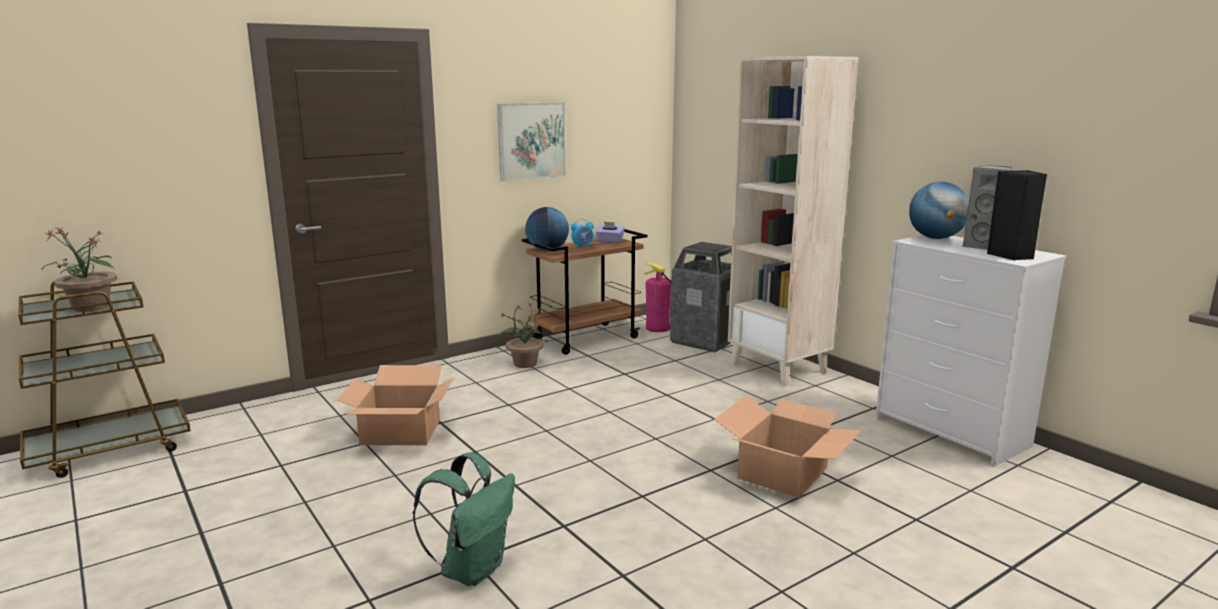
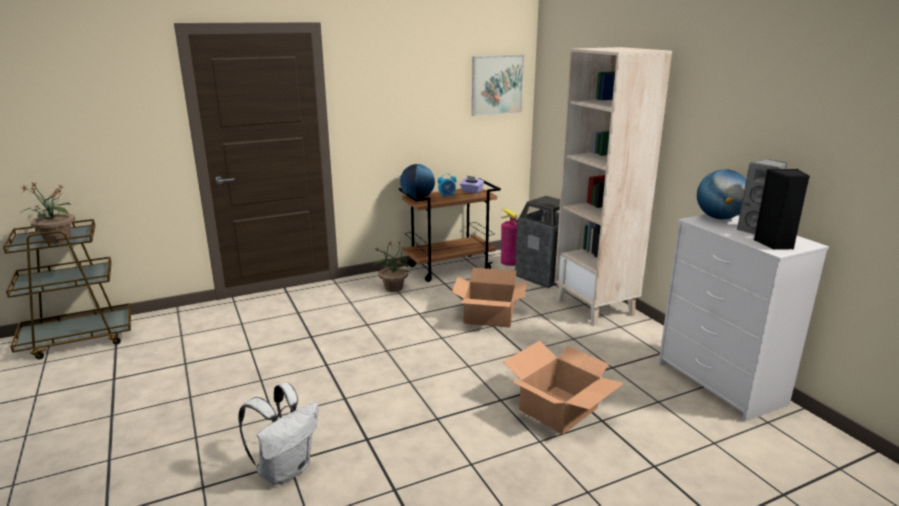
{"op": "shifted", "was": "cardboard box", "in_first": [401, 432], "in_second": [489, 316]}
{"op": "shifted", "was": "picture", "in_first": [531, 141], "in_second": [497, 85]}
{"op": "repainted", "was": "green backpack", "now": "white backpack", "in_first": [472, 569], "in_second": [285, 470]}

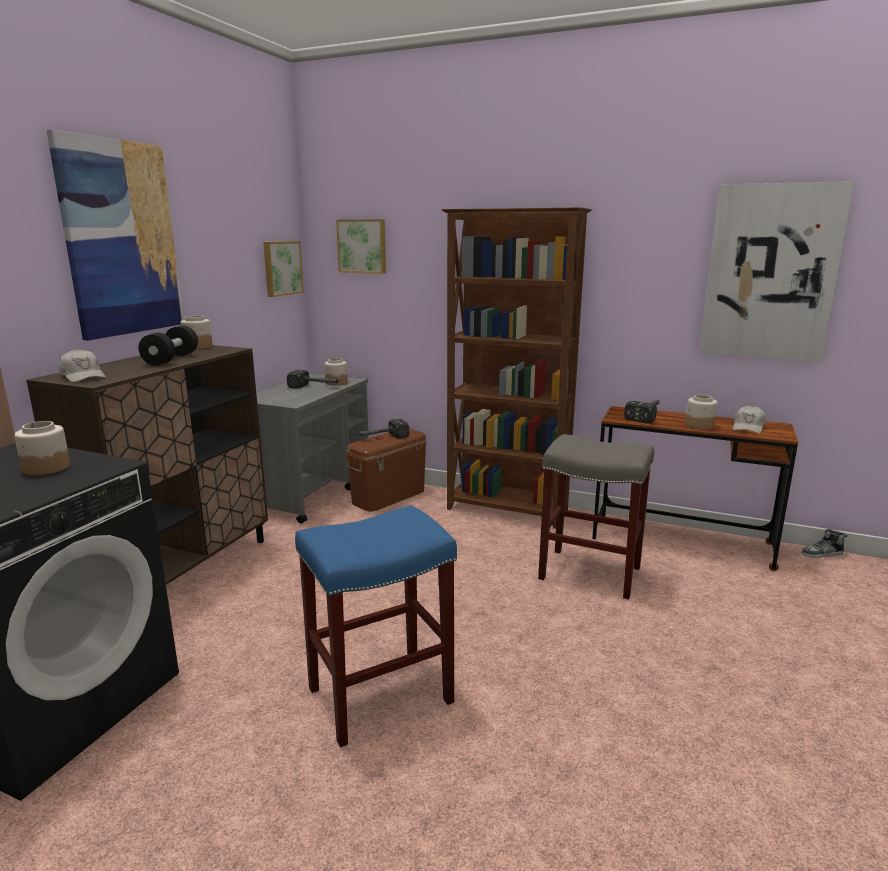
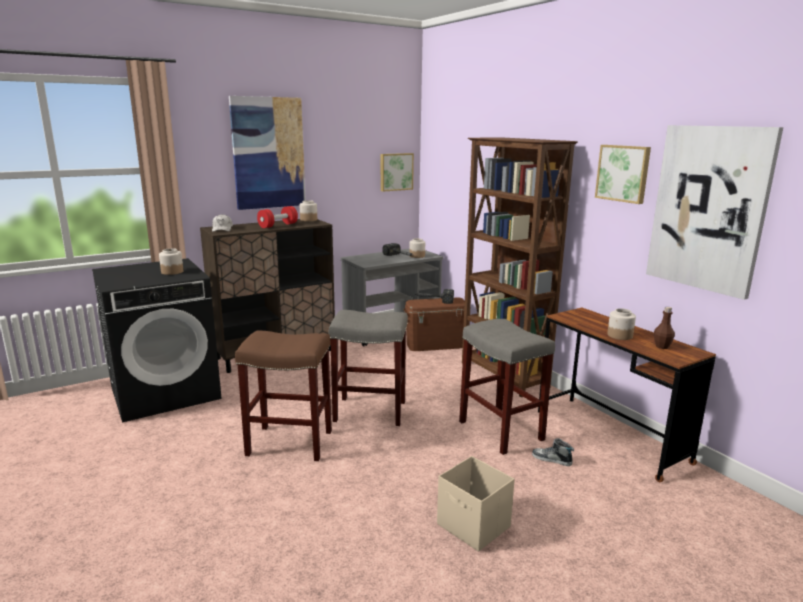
{"op": "gone", "was": "hammer", "in_first": [647, 415]}
{"op": "new", "now": "grey stool", "in_second": [369, 411]}
{"op": "new", "now": "beige storage box", "in_second": [474, 526]}
{"op": "shifted", "was": "picture", "in_first": [362, 246], "in_second": [623, 173]}
{"op": "shifted", "was": "shoe", "in_first": [822, 554], "in_second": [551, 459]}
{"op": "swapped", "was": "white cap", "now": "brown bottle", "in_first": [748, 427], "in_second": [662, 346]}
{"op": "repainted", "was": "black dumbbell", "now": "red dumbbell", "in_first": [171, 359], "in_second": [278, 225]}
{"op": "repainted", "was": "blue stool", "now": "brown stool", "in_first": [381, 694], "in_second": [291, 443]}

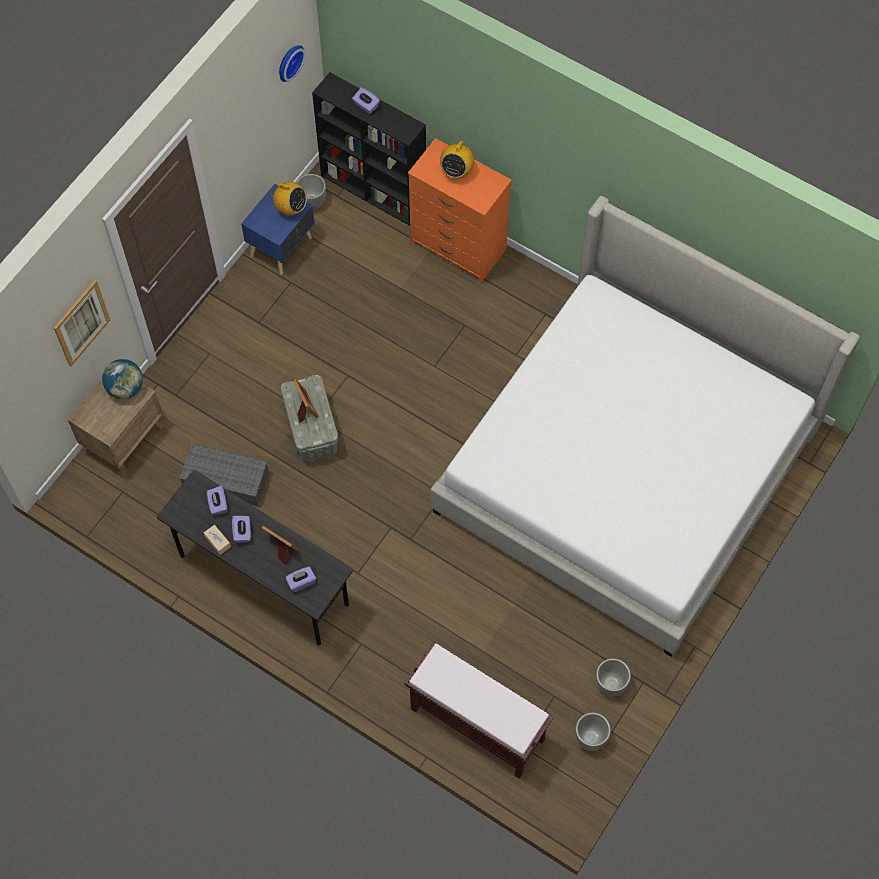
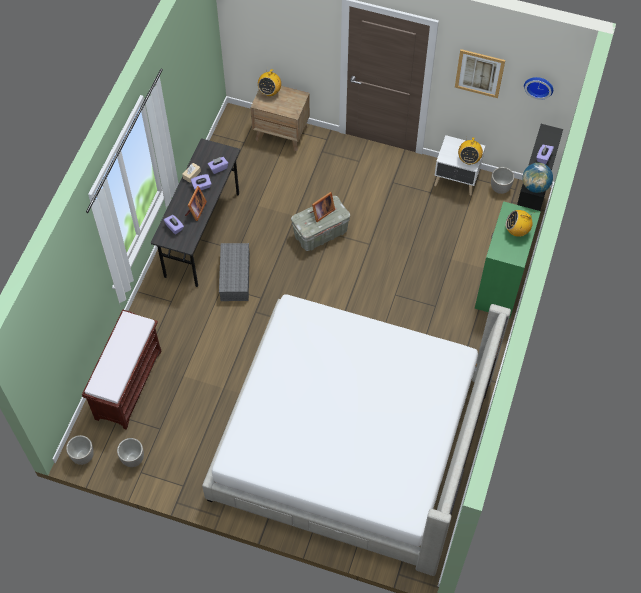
{"op": "new", "now": "radio", "in_second": [270, 92]}
{"op": "shifted", "was": "picture", "in_first": [81, 323], "in_second": [479, 73]}
{"op": "shifted", "was": "globe", "in_first": [125, 388], "in_second": [535, 186]}
{"op": "shifted", "was": "grey storage box", "in_first": [227, 480], "in_second": [235, 277]}
{"op": "shifted", "was": "planter", "in_first": [610, 684], "in_second": [83, 456]}
{"op": "repainted", "was": "blue nightstand", "now": "white nightstand", "in_first": [282, 247], "in_second": [456, 180]}
{"op": "repainted", "was": "orange dresser", "now": "green dresser", "in_first": [458, 247], "in_second": [499, 286]}

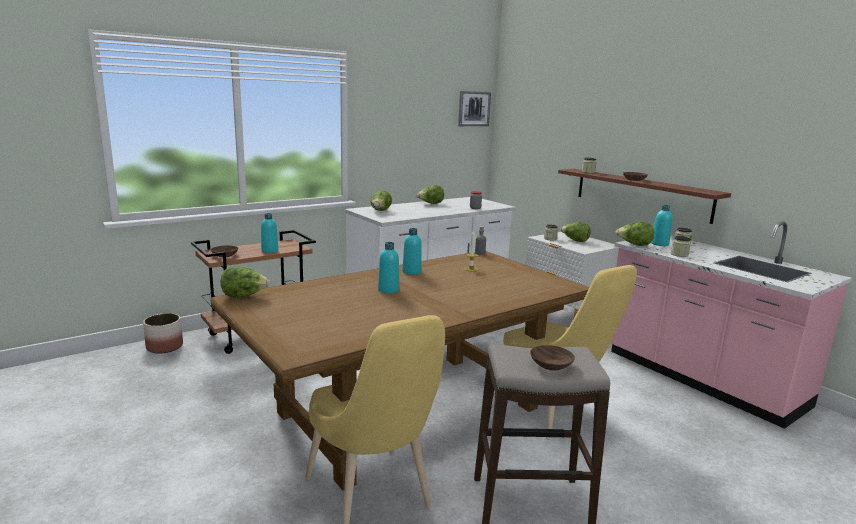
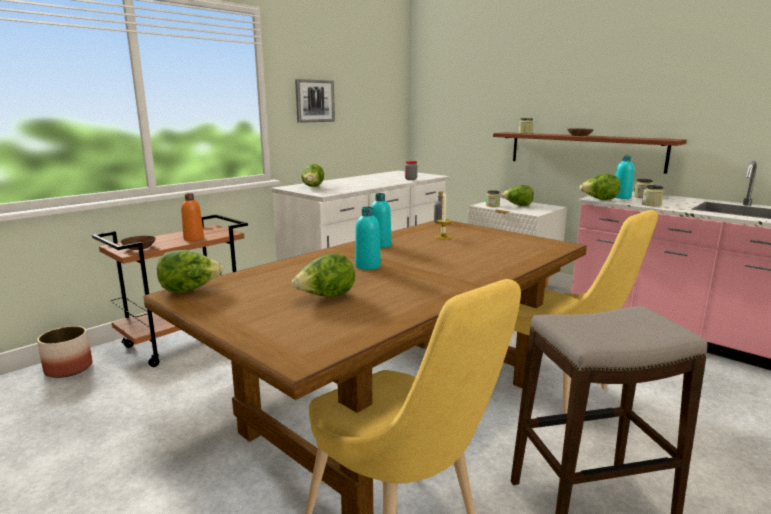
{"op": "gone", "was": "brown bowl", "in_first": [552, 365]}
{"op": "shifted", "was": "lettuce", "in_first": [430, 204], "in_second": [326, 297]}
{"op": "shifted", "was": "picture", "in_first": [473, 109], "in_second": [314, 101]}
{"op": "repainted", "was": "turquoise bottle", "now": "orange bottle", "in_first": [270, 251], "in_second": [194, 239]}

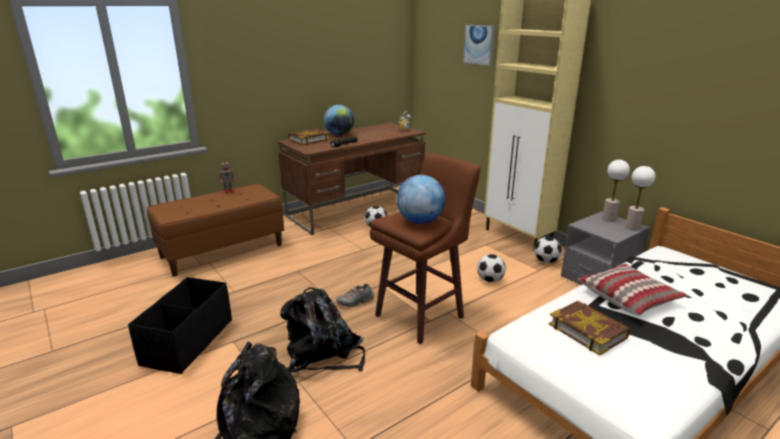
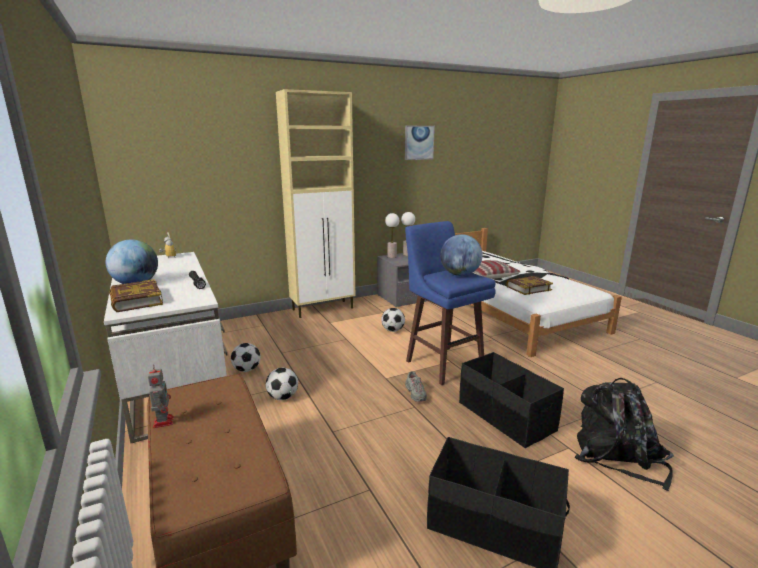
{"op": "shifted", "was": "picture", "in_first": [479, 44], "in_second": [419, 142]}
{"op": "shifted", "was": "football", "in_first": [546, 261], "in_second": [283, 397]}
{"op": "swapped", "was": "black backpack", "now": "black storage box", "in_first": [323, 355], "in_second": [505, 416]}
{"op": "repainted", "was": "brown desk", "now": "white desk", "in_first": [356, 209], "in_second": [175, 379]}
{"op": "repainted", "was": "brown stool", "now": "blue stool", "in_first": [422, 316], "in_second": [443, 364]}

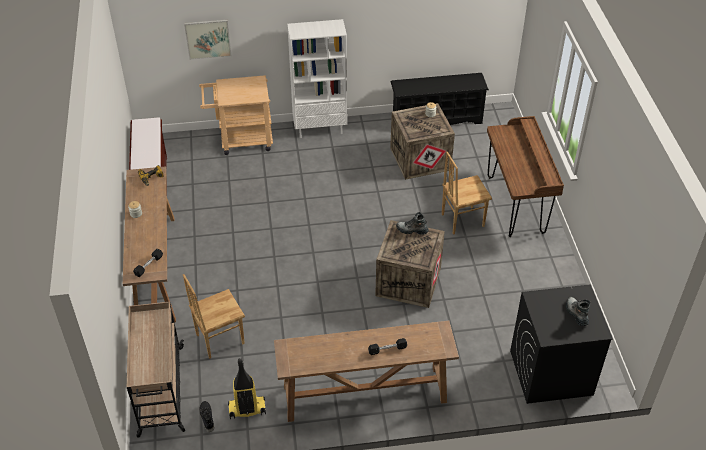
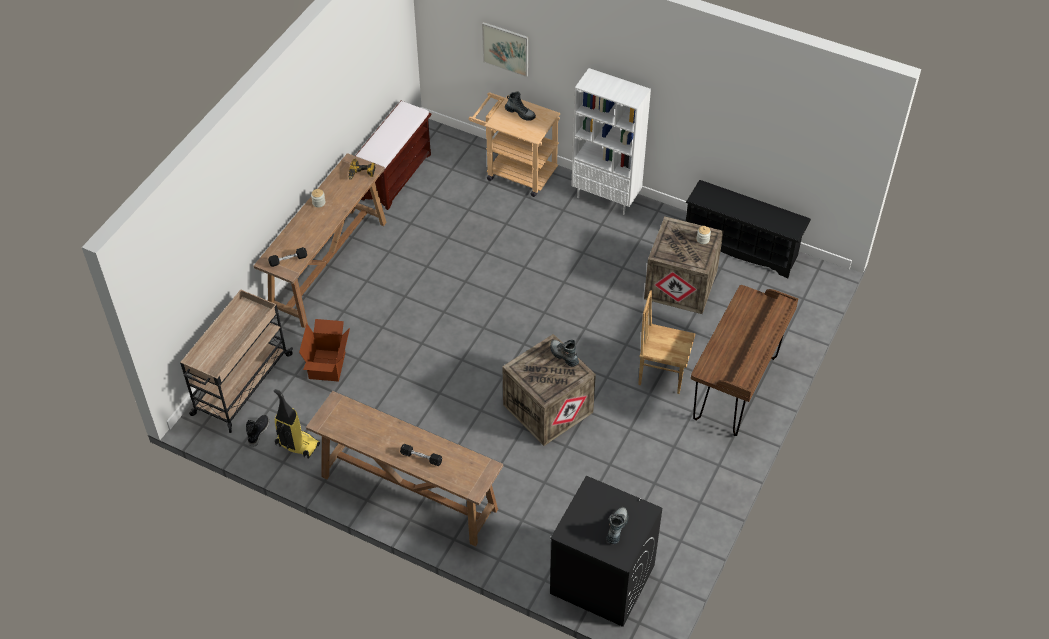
{"op": "new", "now": "boot", "in_second": [520, 113]}
{"op": "swapped", "was": "brown chair", "now": "cardboard box", "in_first": [219, 339], "in_second": [328, 365]}

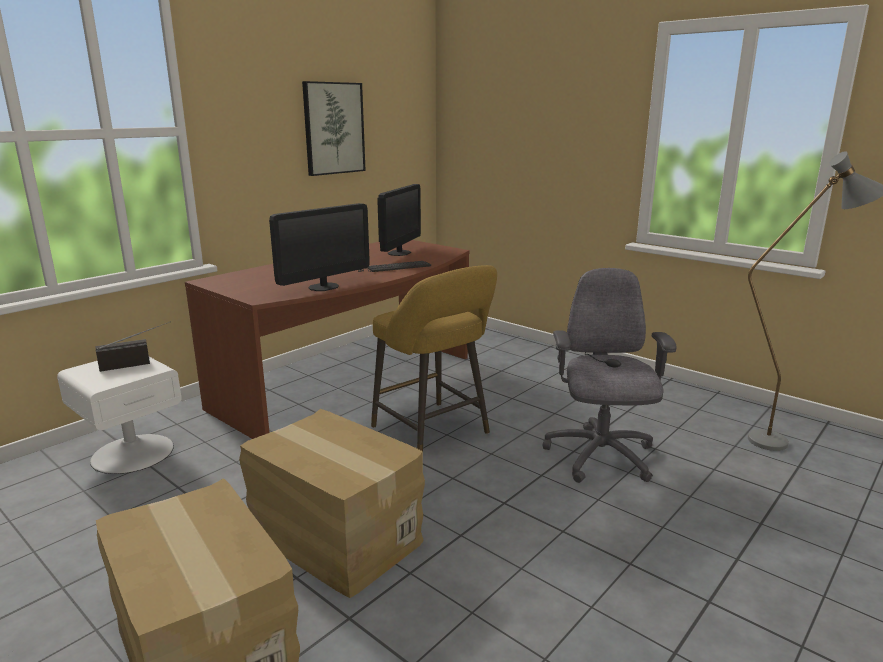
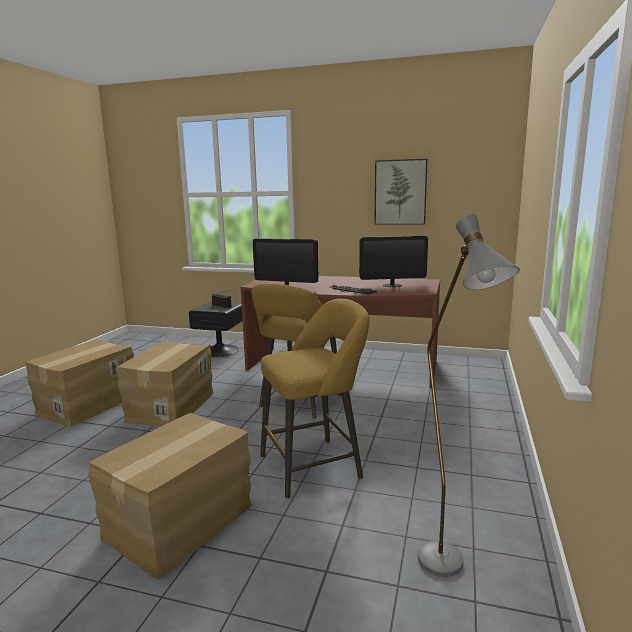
{"op": "new", "now": "cardboard box", "in_second": [181, 523]}
{"op": "swapped", "was": "grey office chair", "now": "yellow stool", "in_first": [600, 457], "in_second": [315, 465]}
{"op": "repainted", "was": "white nightstand", "now": "black nightstand", "in_first": [132, 452], "in_second": [220, 350]}

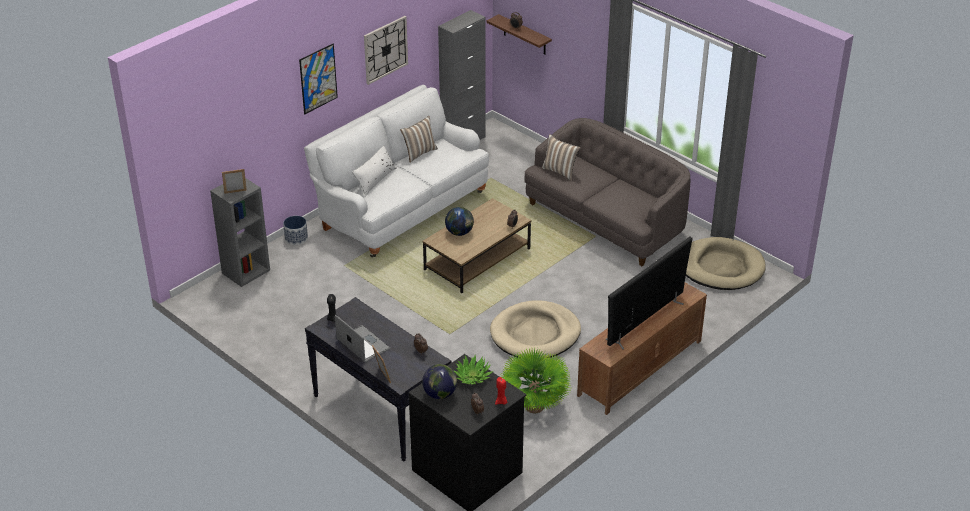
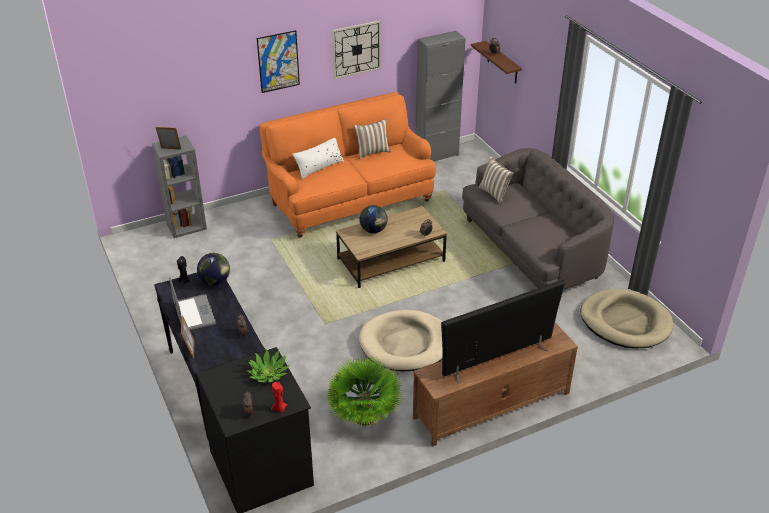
{"op": "gone", "was": "planter", "in_first": [296, 238]}
{"op": "shifted", "was": "globe", "in_first": [439, 394], "in_second": [215, 281]}
{"op": "repainted", "was": "white sofa", "now": "orange sofa", "in_first": [400, 208], "in_second": [349, 200]}

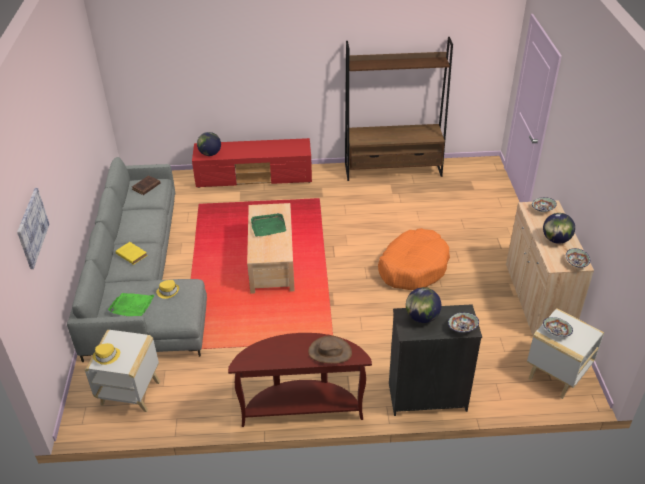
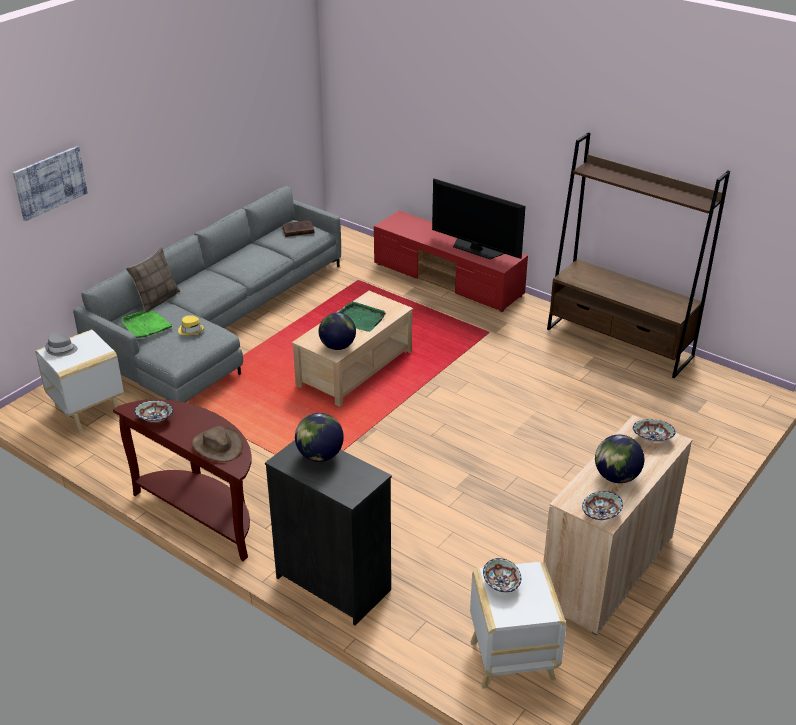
{"op": "gone", "was": "yellow book", "in_first": [131, 254]}
{"op": "gone", "was": "orange dog bed", "in_first": [413, 267]}
{"op": "new", "now": "pillow", "in_second": [157, 300]}
{"op": "new", "now": "television", "in_second": [476, 249]}
{"op": "shifted", "was": "globe", "in_first": [210, 154], "in_second": [337, 346]}
{"op": "shifted", "was": "bowl", "in_first": [462, 328], "in_second": [155, 419]}
{"op": "repainted", "was": "yellow hat", "now": "grey hat", "in_first": [107, 356], "in_second": [61, 349]}

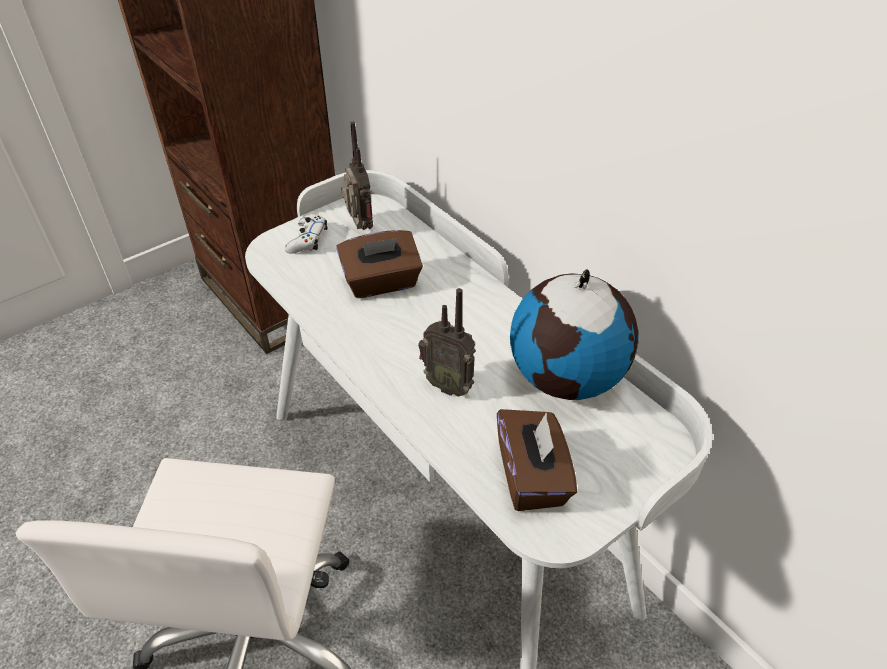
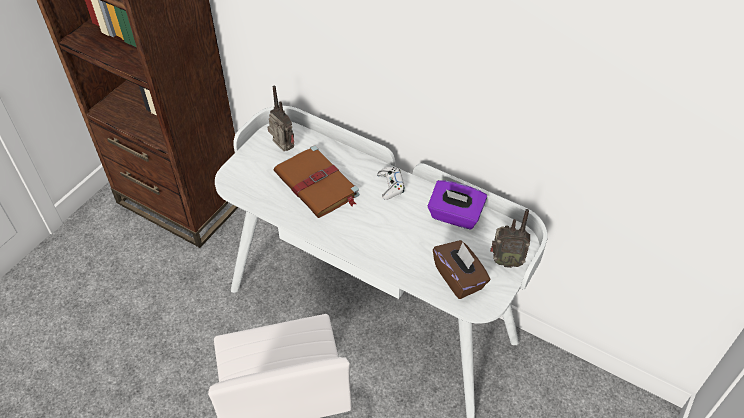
{"op": "shifted", "was": "white game controller", "in_first": [307, 240], "in_second": [391, 186]}
{"op": "shifted", "was": "radio", "in_first": [449, 385], "in_second": [505, 261]}
{"op": "swapped", "was": "brown tissue box", "now": "brown book", "in_first": [381, 283], "in_second": [317, 185]}
{"op": "swapped", "was": "globe", "now": "purple tissue box", "in_first": [567, 378], "in_second": [455, 216]}

